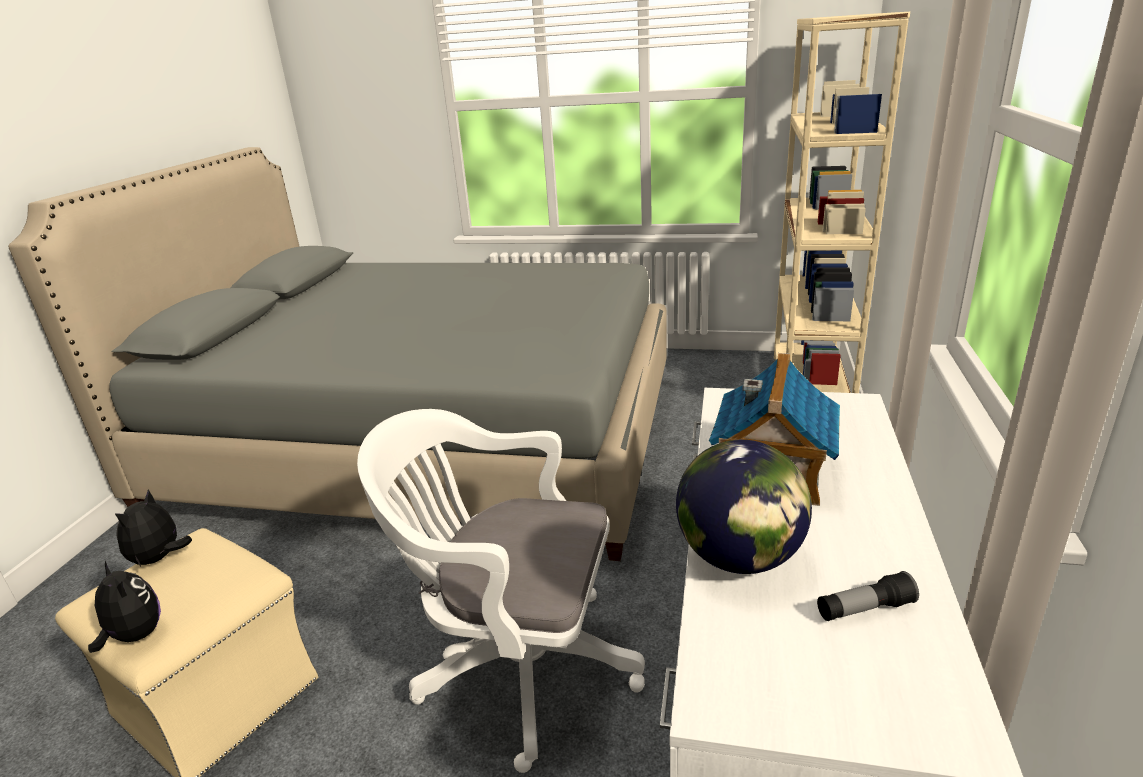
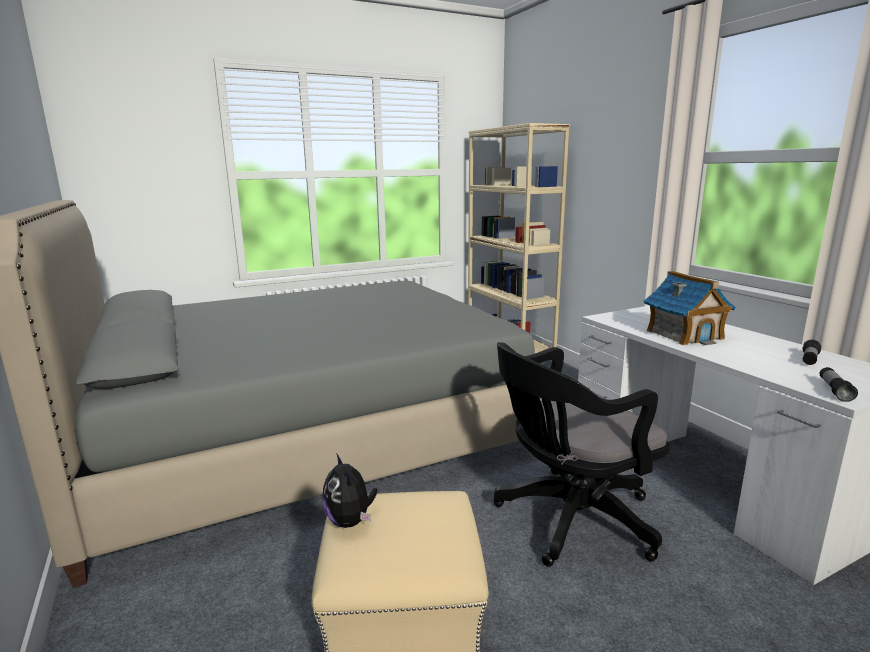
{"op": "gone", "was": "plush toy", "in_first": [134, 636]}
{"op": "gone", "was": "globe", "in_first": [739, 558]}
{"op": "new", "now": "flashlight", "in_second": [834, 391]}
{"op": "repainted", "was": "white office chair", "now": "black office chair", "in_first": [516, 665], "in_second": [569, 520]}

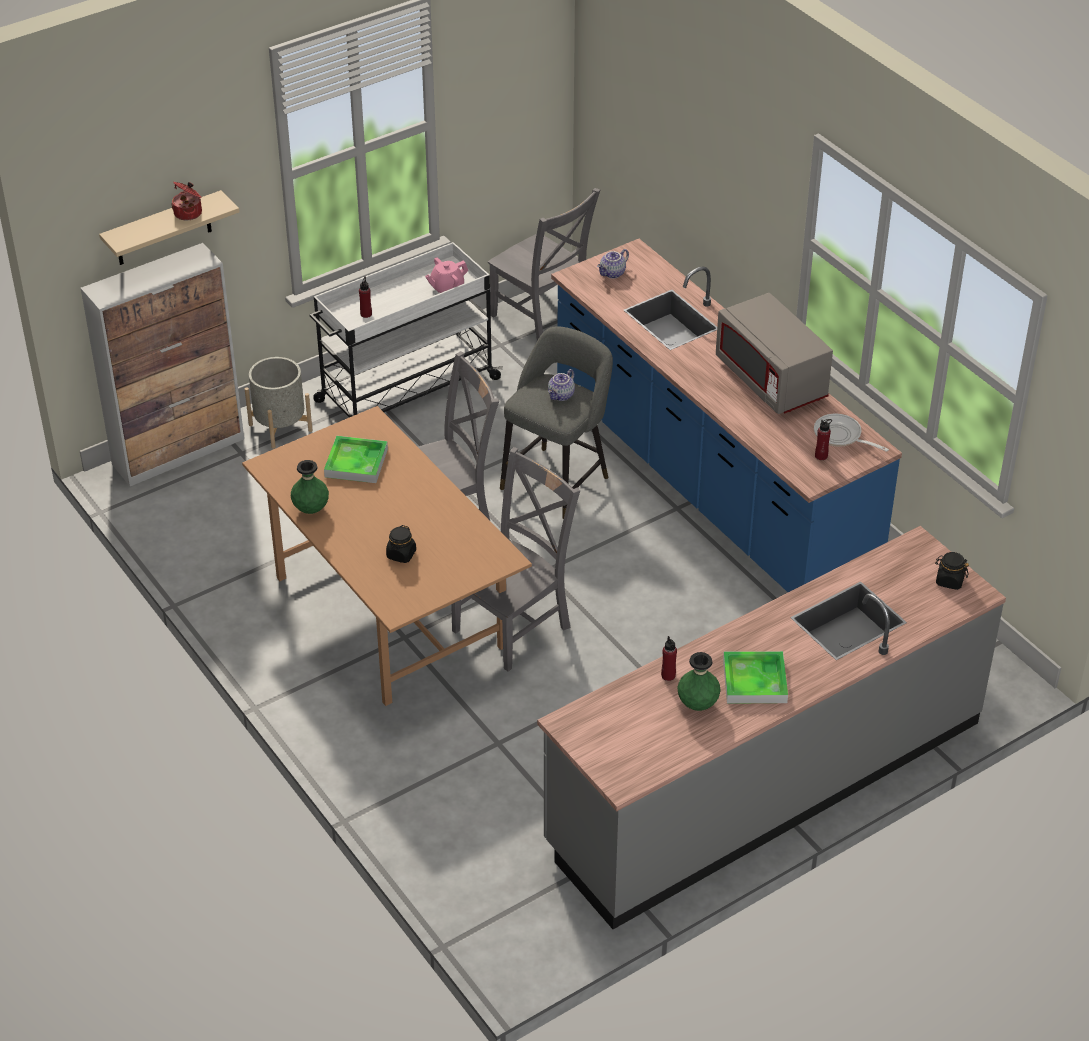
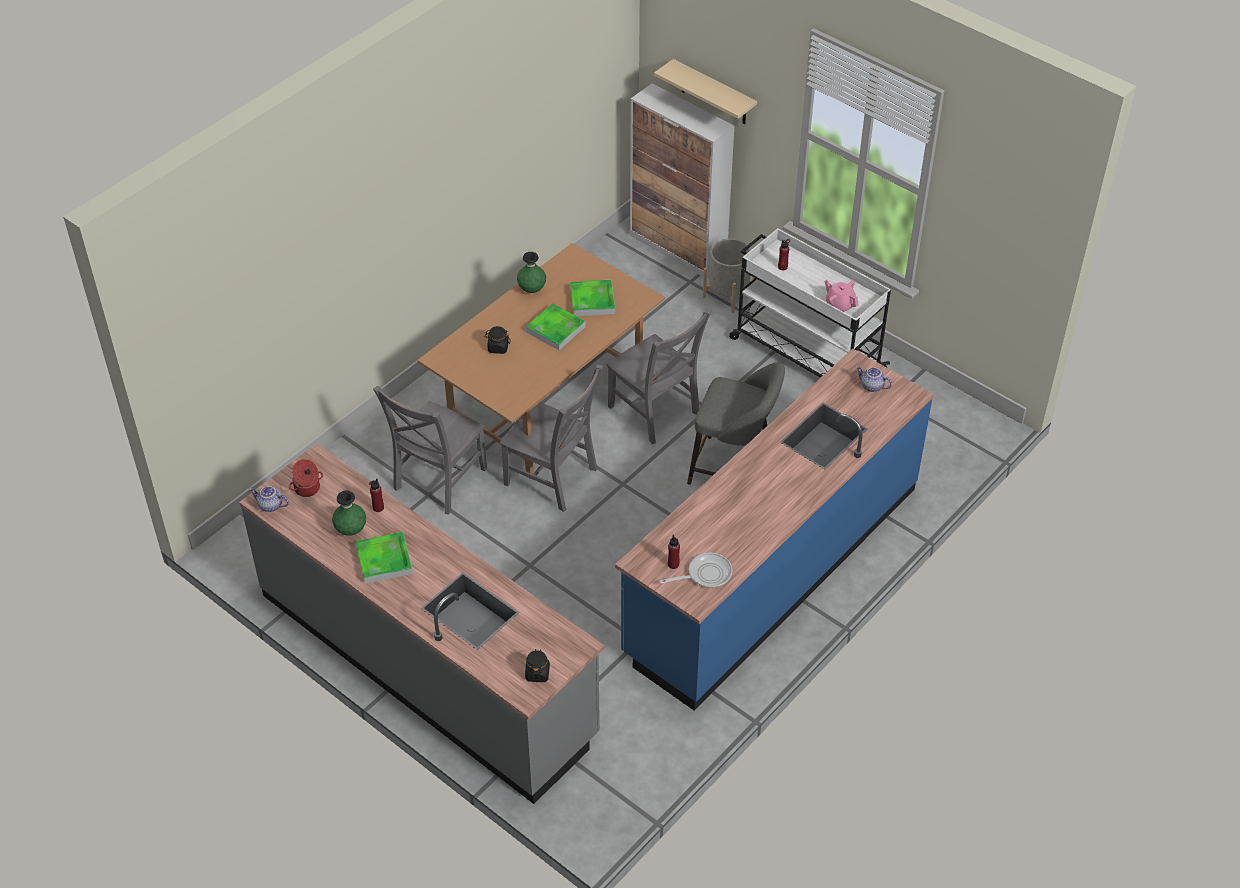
{"op": "gone", "was": "grey microwave", "in_first": [771, 380]}
{"op": "new", "now": "tray", "in_second": [555, 329]}
{"op": "shifted", "was": "cooking pot", "in_first": [189, 213], "in_second": [307, 489]}
{"op": "shifted", "was": "grey chair", "in_first": [543, 319], "in_second": [438, 481]}
{"op": "shifted", "was": "teapot", "in_first": [561, 396], "in_second": [270, 506]}
{"op": "rotated", "was": "frying pan", "in_first": [841, 436], "in_second": [705, 574], "clockwise": 45}

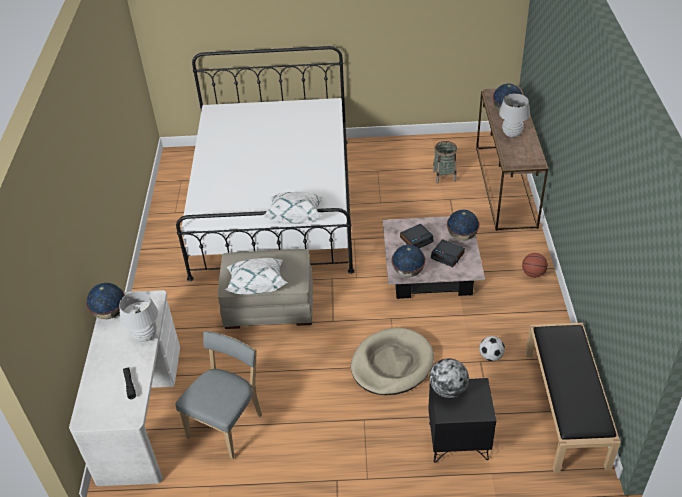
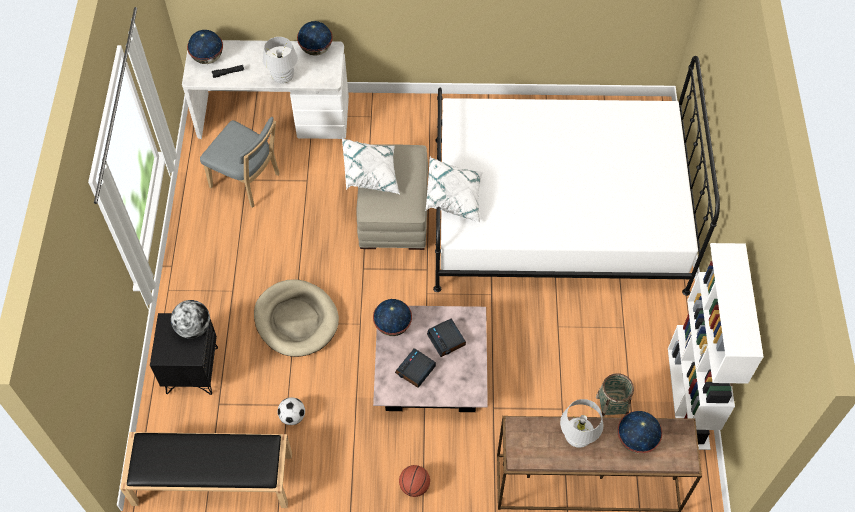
{"op": "new", "now": "white bookcase", "in_second": [689, 398]}
{"op": "shifted", "was": "globe", "in_first": [462, 236], "in_second": [208, 58]}

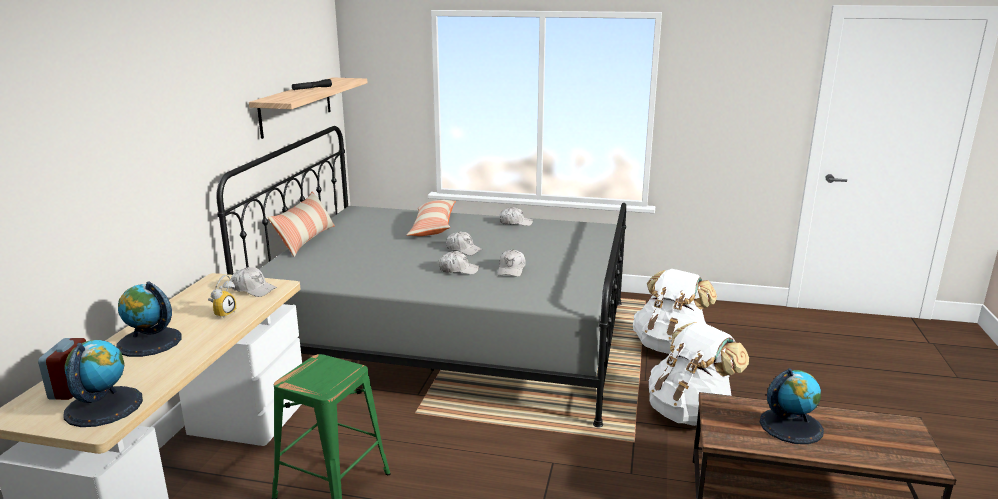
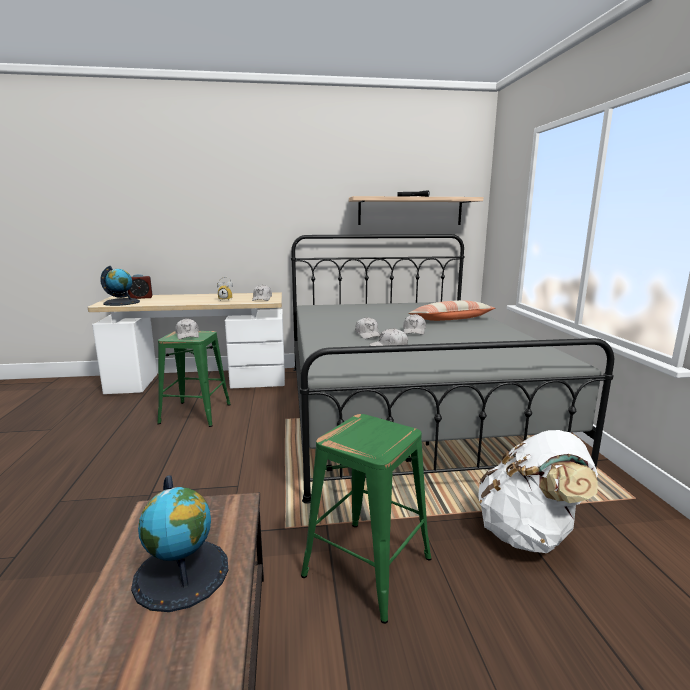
{"op": "gone", "was": "globe", "in_first": [149, 342]}
{"op": "gone", "was": "pillow", "in_first": [306, 240]}
{"op": "shifted", "was": "white cap", "in_first": [515, 223], "in_second": [188, 335]}
{"op": "swapped", "was": "white backpack", "now": "green stool", "in_first": [689, 413], "in_second": [368, 567]}

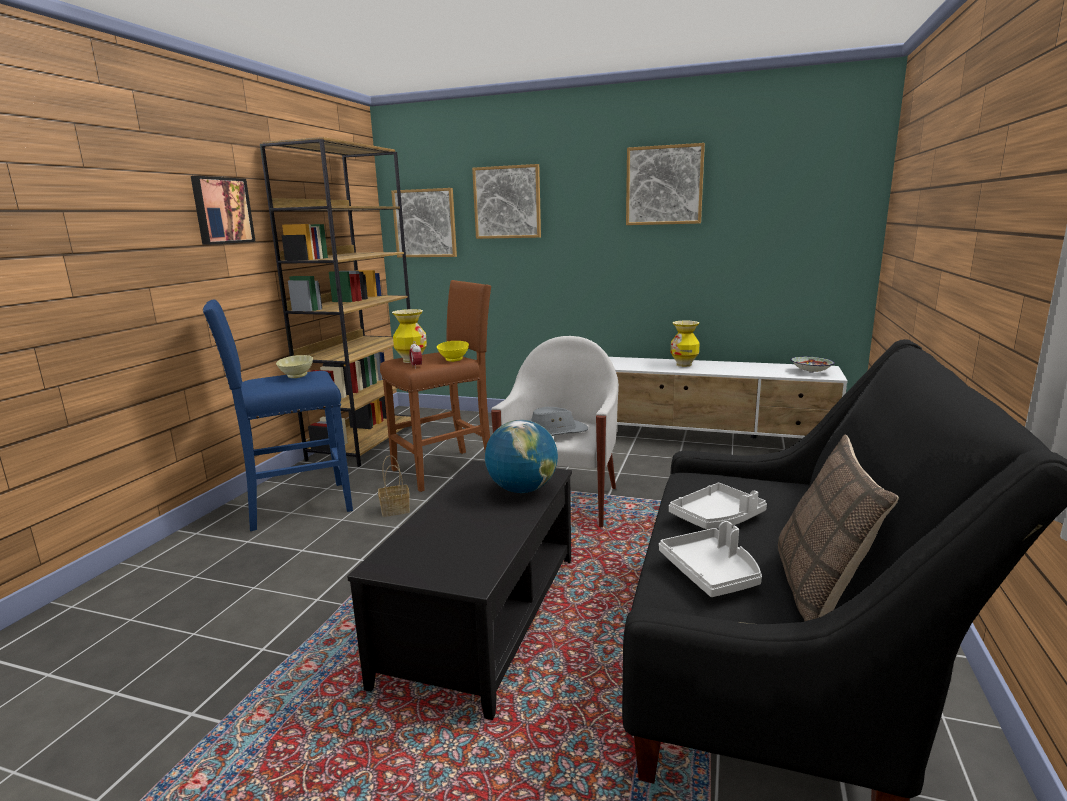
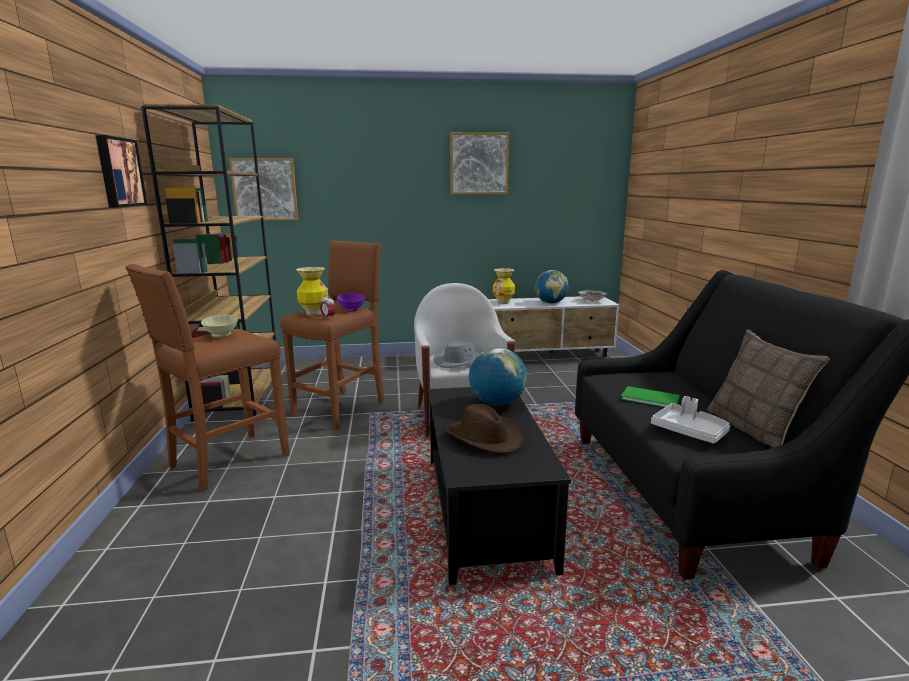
{"op": "gone", "was": "basket", "in_first": [396, 509]}
{"op": "gone", "was": "picture", "in_first": [507, 202]}
{"op": "new", "now": "brown hat", "in_second": [484, 437]}
{"op": "new", "now": "globe", "in_second": [550, 303]}
{"op": "swapped", "was": "grey tray", "now": "green book", "in_first": [717, 518], "in_second": [651, 399]}
{"op": "repainted", "was": "blue stool", "now": "brown stool", "in_first": [296, 506], "in_second": [227, 461]}
{"op": "repainted", "was": "yellow bowl", "now": "purple bowl", "in_first": [453, 360], "in_second": [351, 310]}

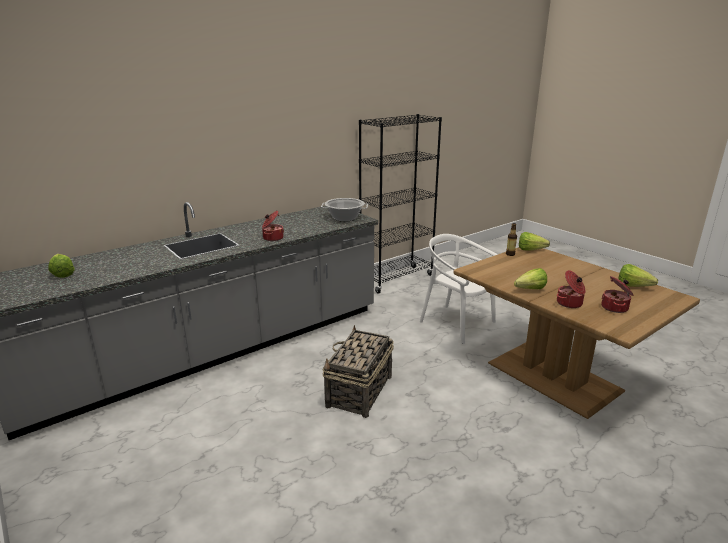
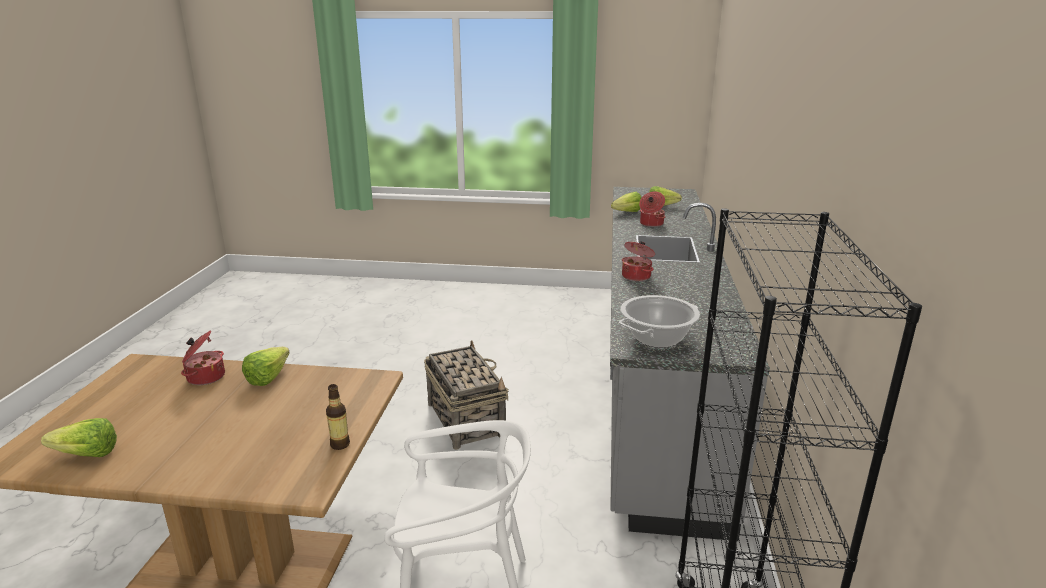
{"op": "shifted", "was": "lettuce", "in_first": [533, 250], "in_second": [624, 213]}
{"op": "shifted", "was": "cooking pot", "in_first": [615, 308], "in_second": [651, 224]}

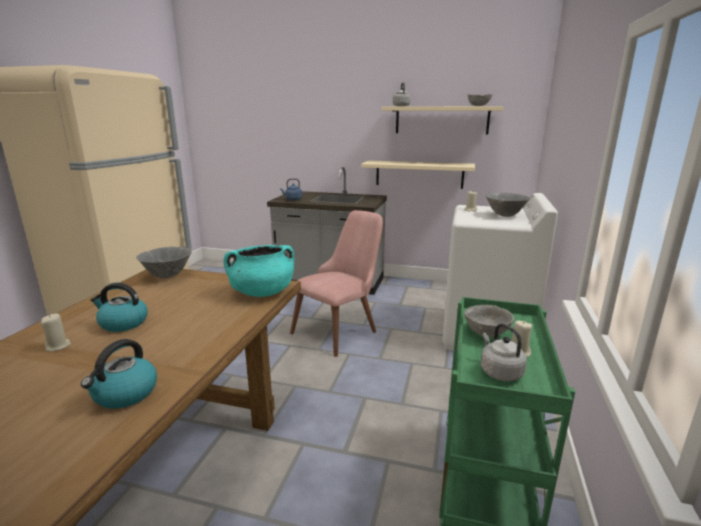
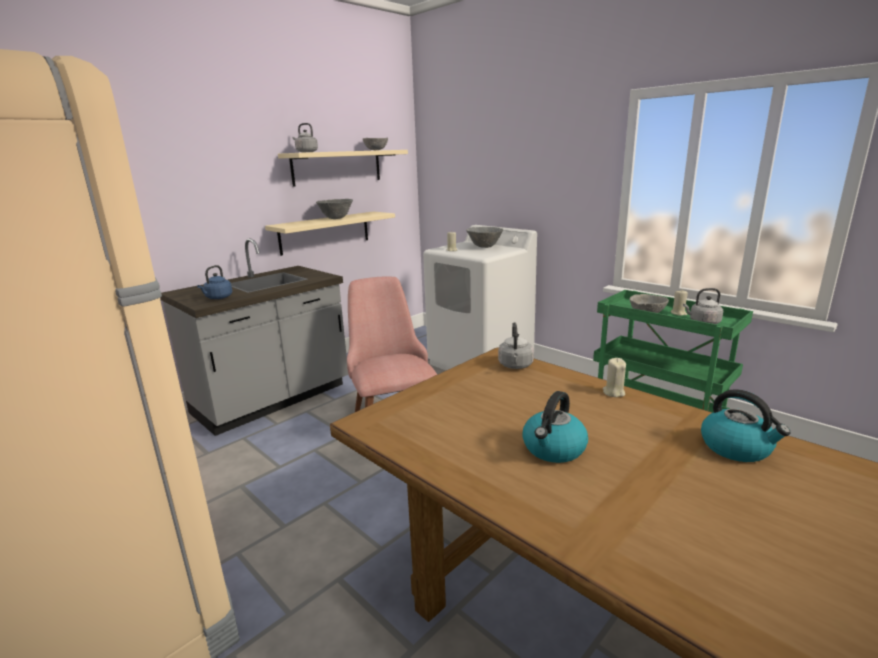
{"op": "shifted", "was": "beige candle", "in_first": [58, 346], "in_second": [613, 392]}
{"op": "shifted", "was": "grey bowl", "in_first": [167, 276], "in_second": [336, 218]}
{"op": "swapped", "was": "turquoise cooking pot", "now": "grey kettle", "in_first": [262, 292], "in_second": [515, 366]}

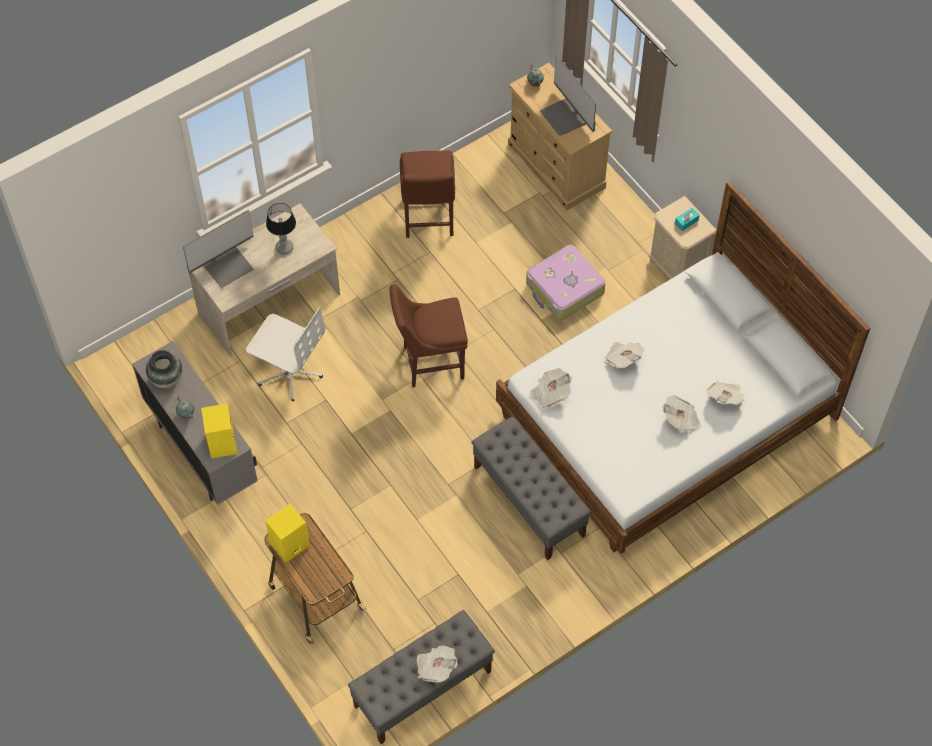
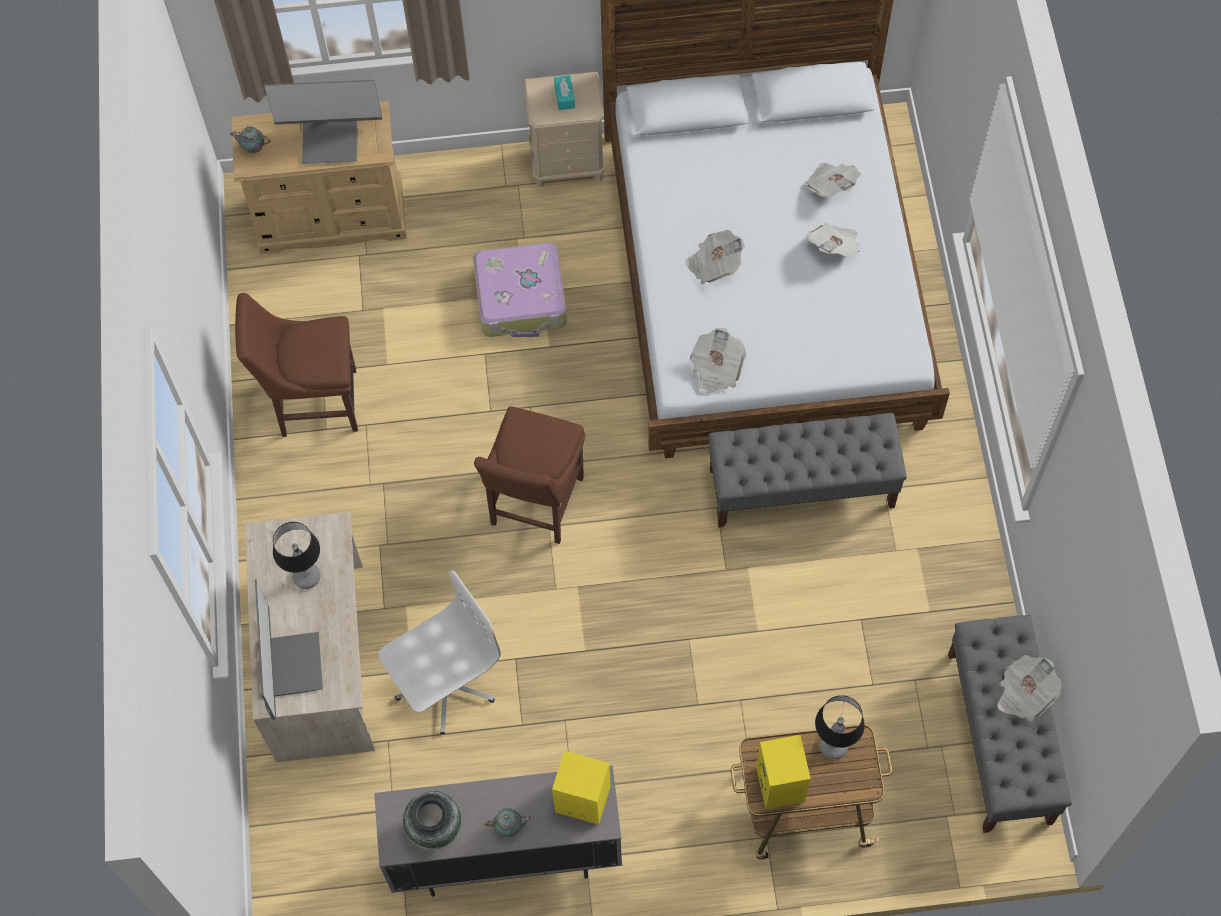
{"op": "new", "now": "table lamp", "in_second": [833, 745]}
{"op": "rotated", "was": "brown chair", "in_first": [428, 219], "in_second": [314, 402], "clockwise": 150}

